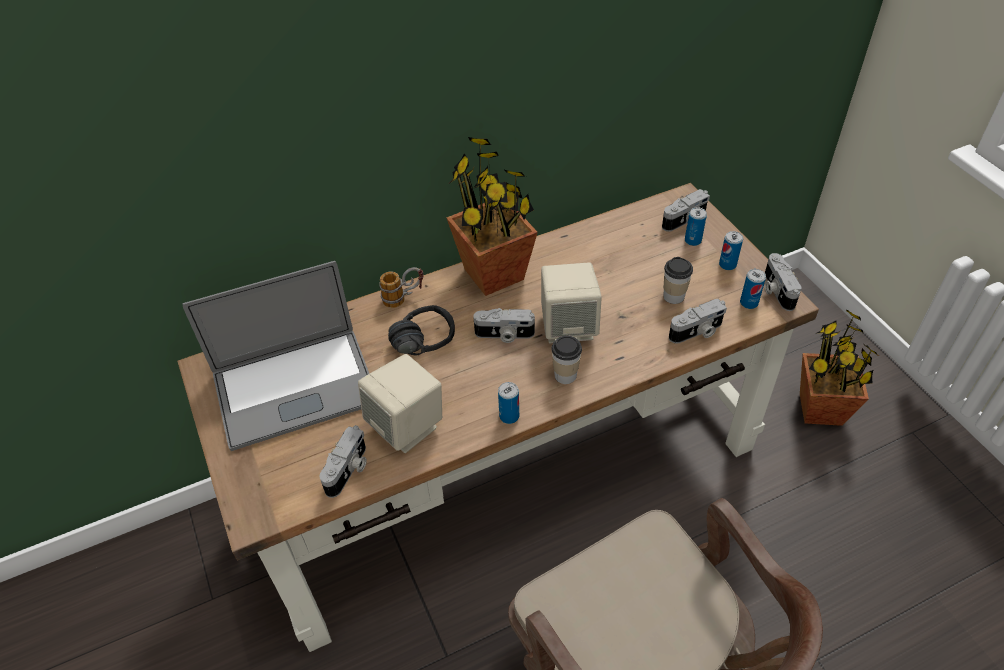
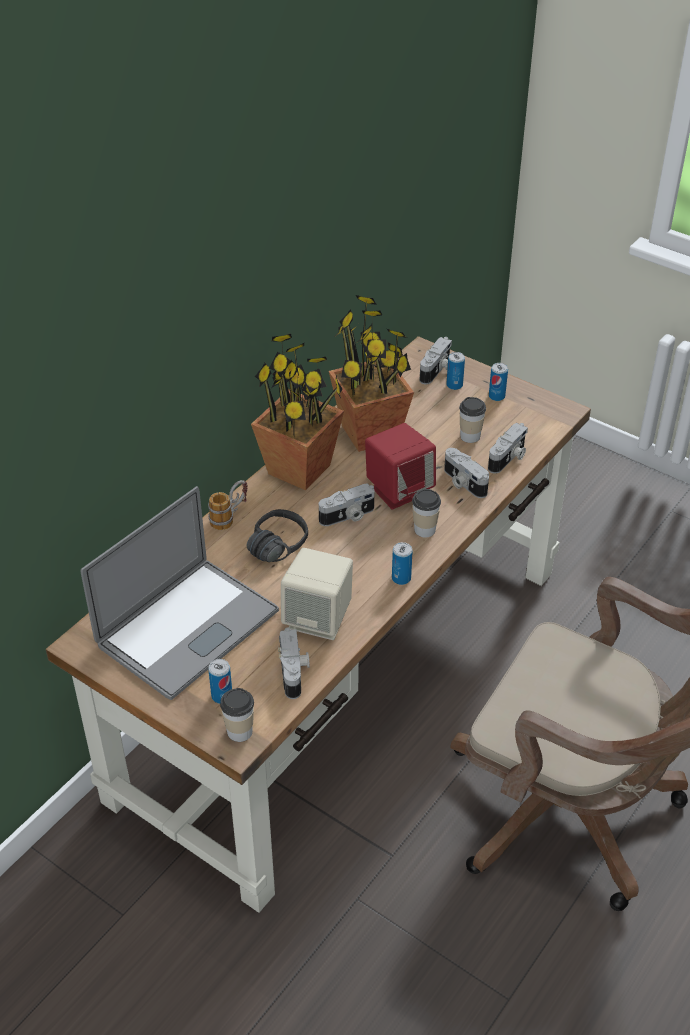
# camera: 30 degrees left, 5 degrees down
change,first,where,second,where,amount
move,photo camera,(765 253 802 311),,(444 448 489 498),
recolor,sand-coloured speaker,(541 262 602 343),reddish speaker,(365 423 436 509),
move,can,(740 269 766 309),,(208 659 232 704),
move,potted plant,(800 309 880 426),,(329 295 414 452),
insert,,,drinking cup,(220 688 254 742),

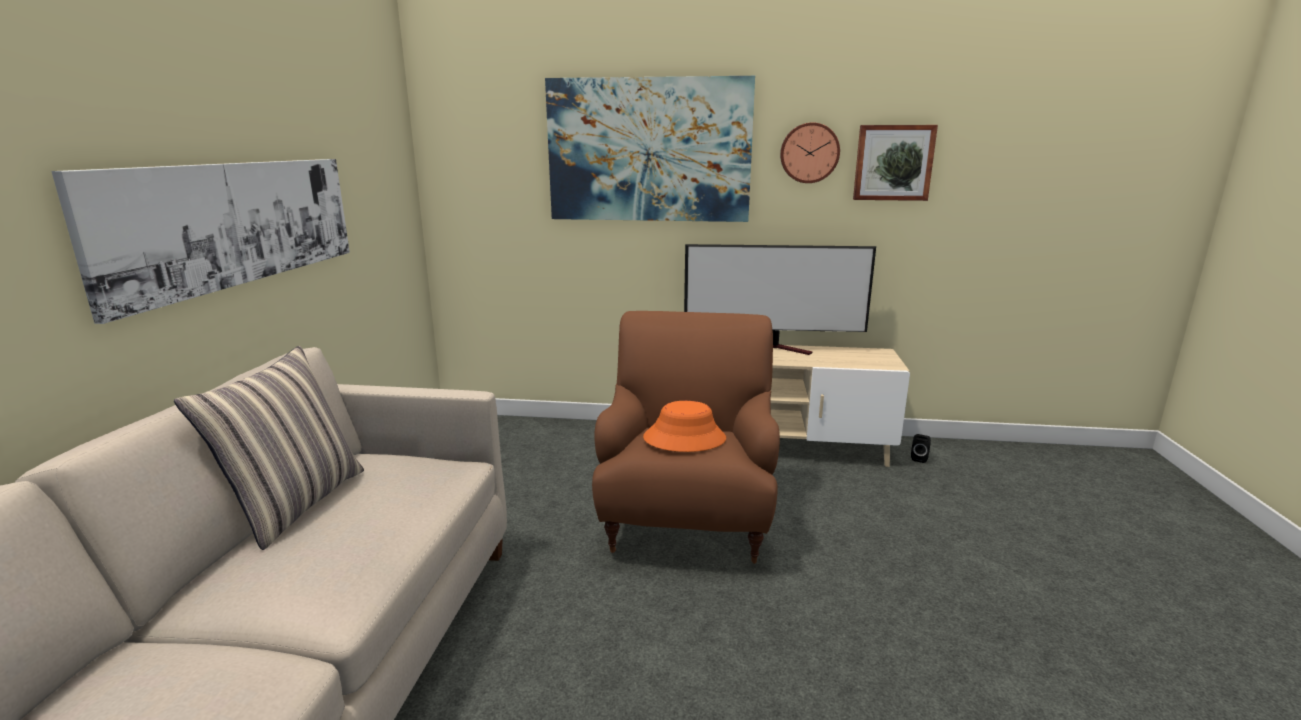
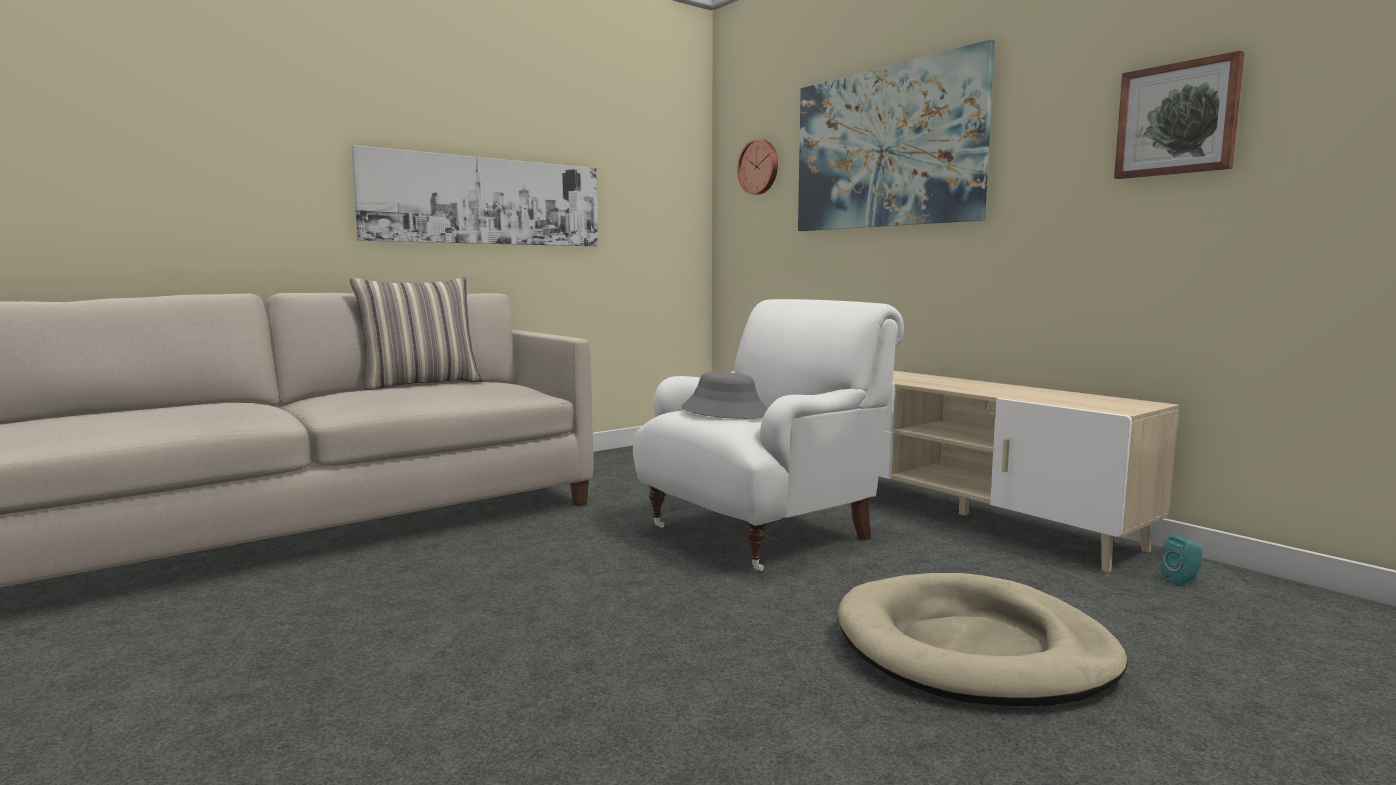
# camera: 45 degrees right, 10 degrees down
change,first,where,second,where,amount
move,clock on the wall,(780 122 840 183),,(737 139 778 195),
delete,television,(684 244 876 355),,,
recolor,brown armchair,(592 311 780 564),white-coloured armchair,(633 299 904 571),
recolor,orange-coloured clothing hat,(643 401 726 452),grey clothing hat,(682 372 767 419),
recolor,black-coloured speaker,(911 434 931 463),blue-green speaker,(1161 534 1203 585),
insert,,,sand-coloured dog cushion,(838 573 1127 706),

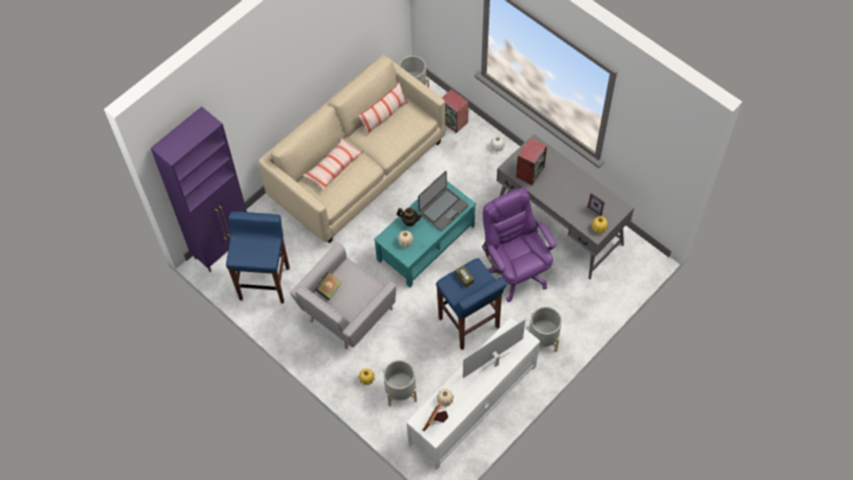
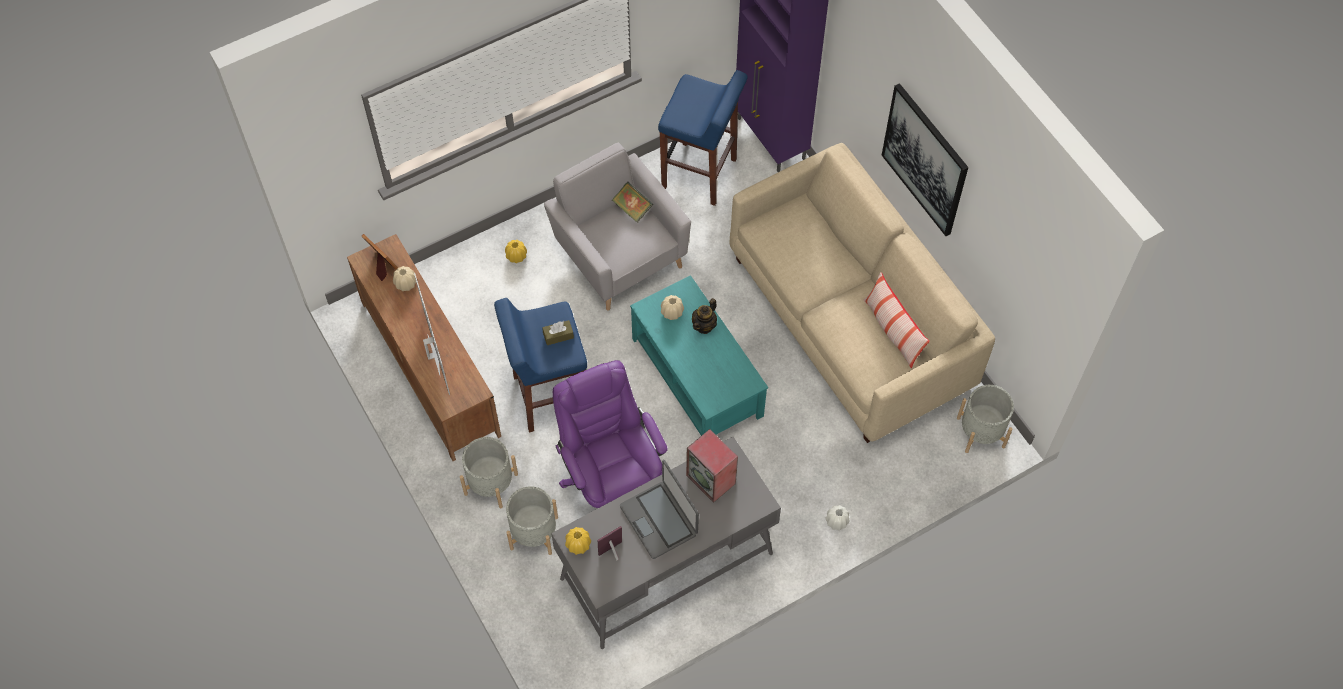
# camera: 105 degrees right, 0 degrees up
change,first,where,second,where,amount
delete,speaker,(442 89 469 133),,,
delete,pillow,(303 138 363 191),,,
move,laptop,(418 171 469 231),,(620 460 699 559),
rotate,purplish desk chair,(482 188 556 302),,(553 360 668 508),105 degrees counterclockwise
recolor,white-coloured tv unit,(406 317 540 470),brown tv unit,(347 234 501 461),
move,grey flower pot,(383 360 417 406),,(506 486 558 555),
insert,,,picture,(882 83 968 236),

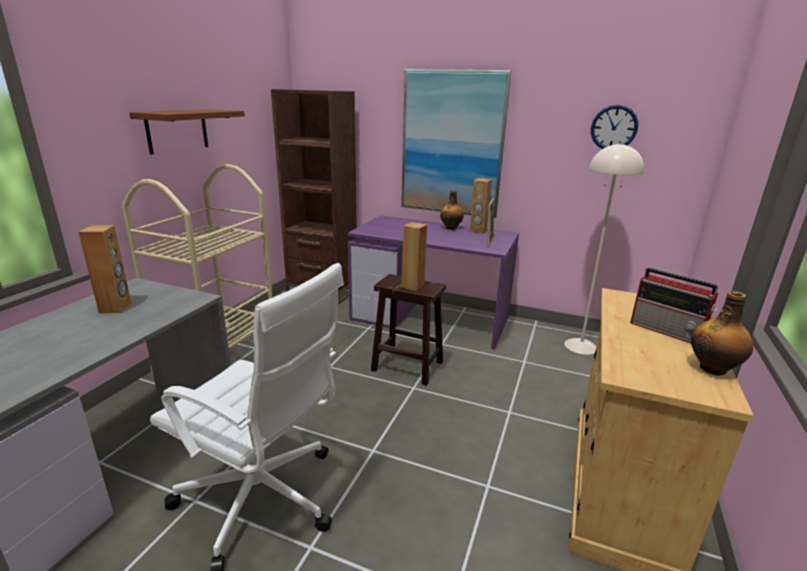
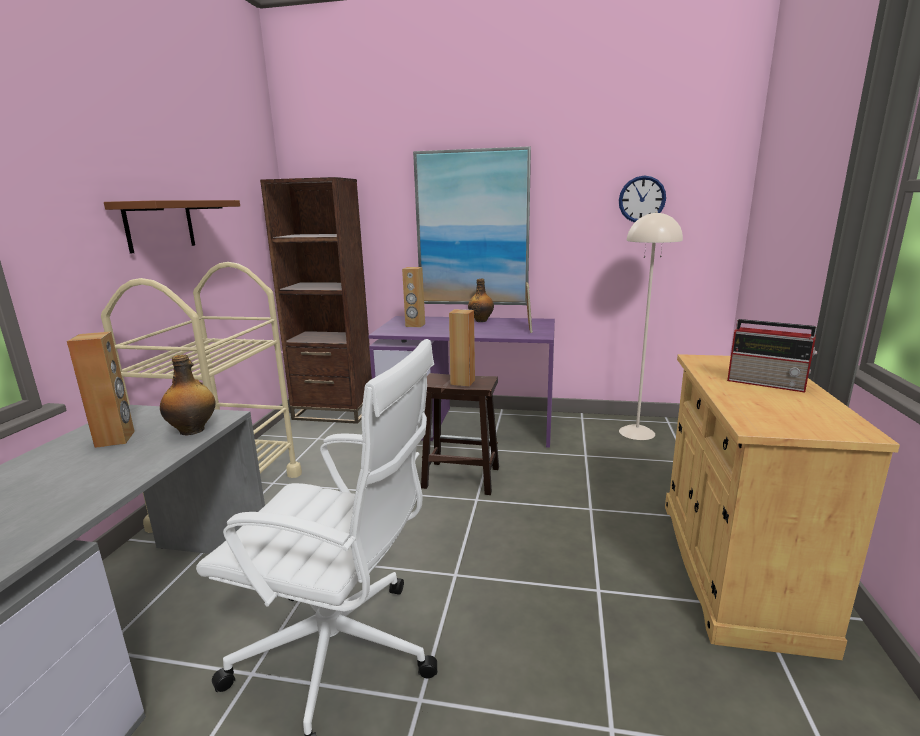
# camera: 10 degrees left, 5 degrees down
change,first,where,second,where,amount
move,brown speaker,(469 178 491 234),,(402 267 425 327),
move,beverage bottle,(691 291 753 376),,(160 354 215 435),

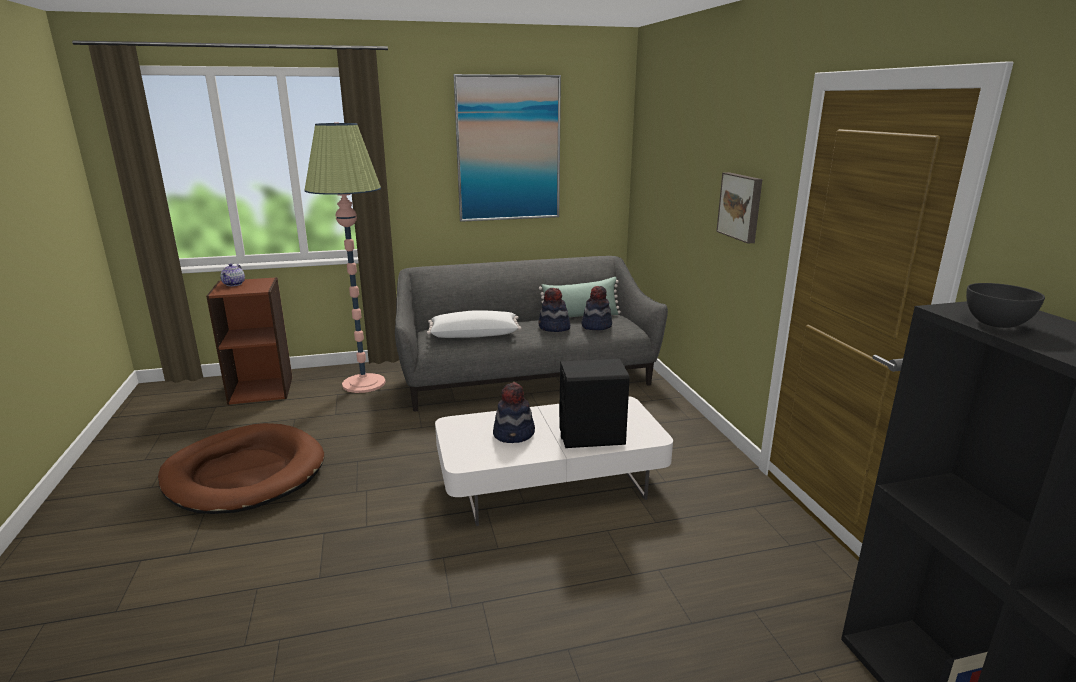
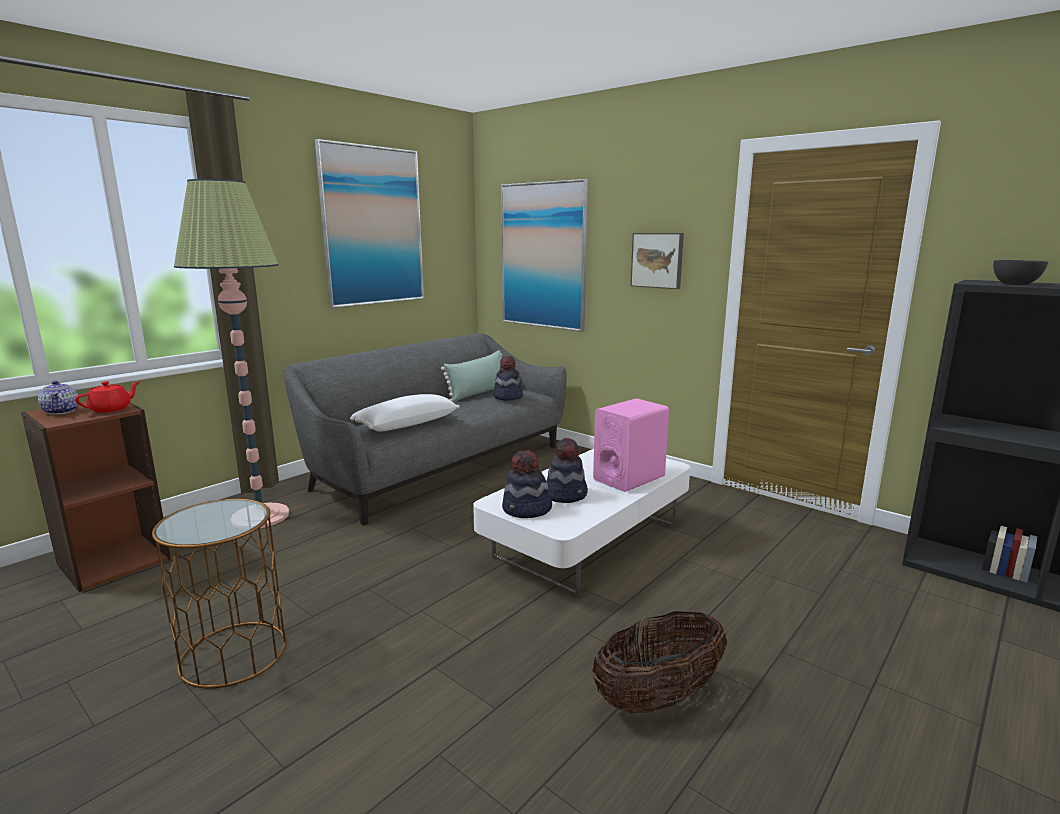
# camera: 35 degrees left, 5 degrees down
change,first,where,second,where,amount
move,clothing hat,(538 288 570 332),,(502 450 552 518),
recolor,black-coloured speaker,(559 359 630 448),pink speaker,(593 398 669 492),
replace,brown dog cushion,(158 423 324 514),brown side table,(152 499 287 689),
insert,,,picture,(501 179 588 332),
insert,,,reddish tea pot,(75 381 139 413),
insert,,,basket,(592 611 727 713),

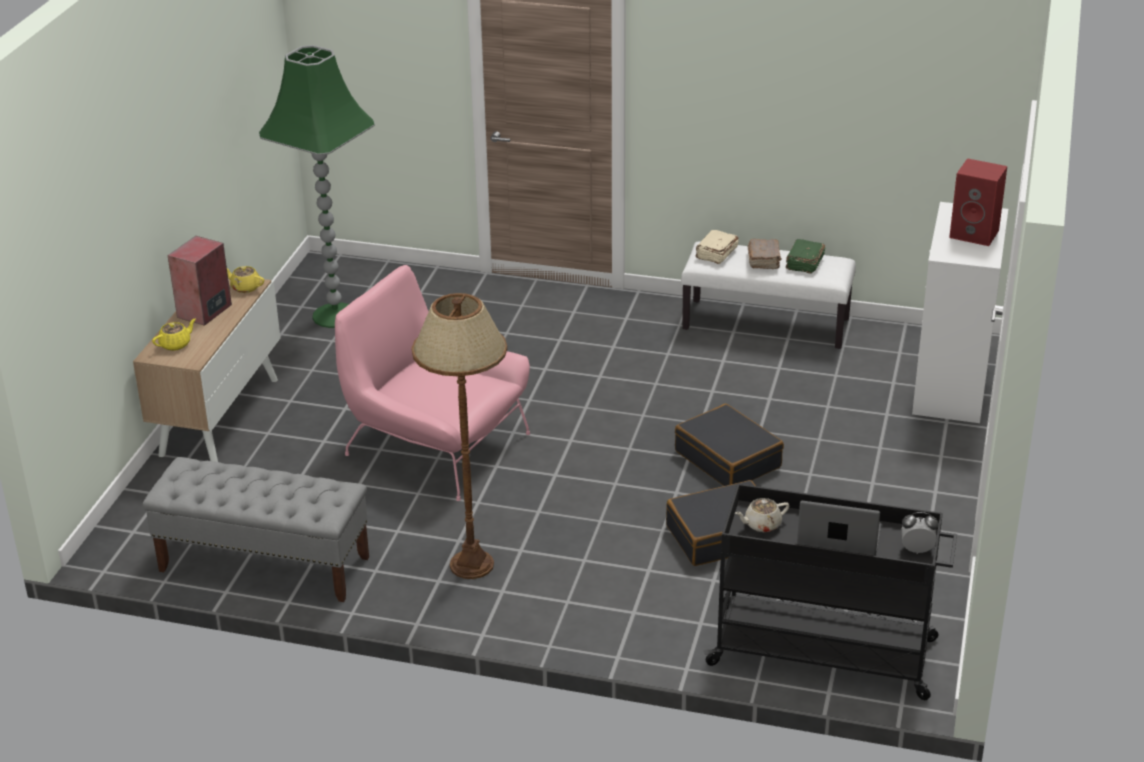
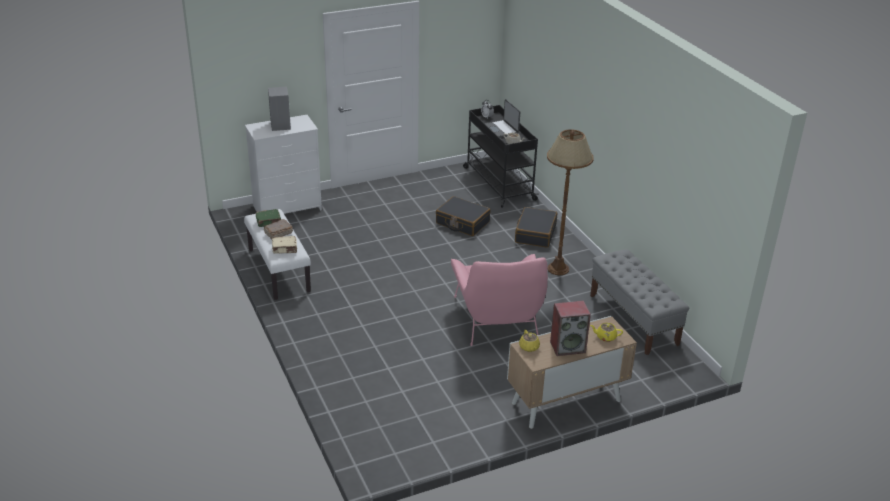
# camera: 130 degrees left, 0 degrees up
change,first,where,second,where,amount
delete,greenish standing lamp,(259 45 375 328),,,
recolor,reddish speaker,(949 158 1007 246),grey speaker,(268 87 291 131),
move,black-coloured piece of luggage,(675 404 784 486),,(515 207 557 248),

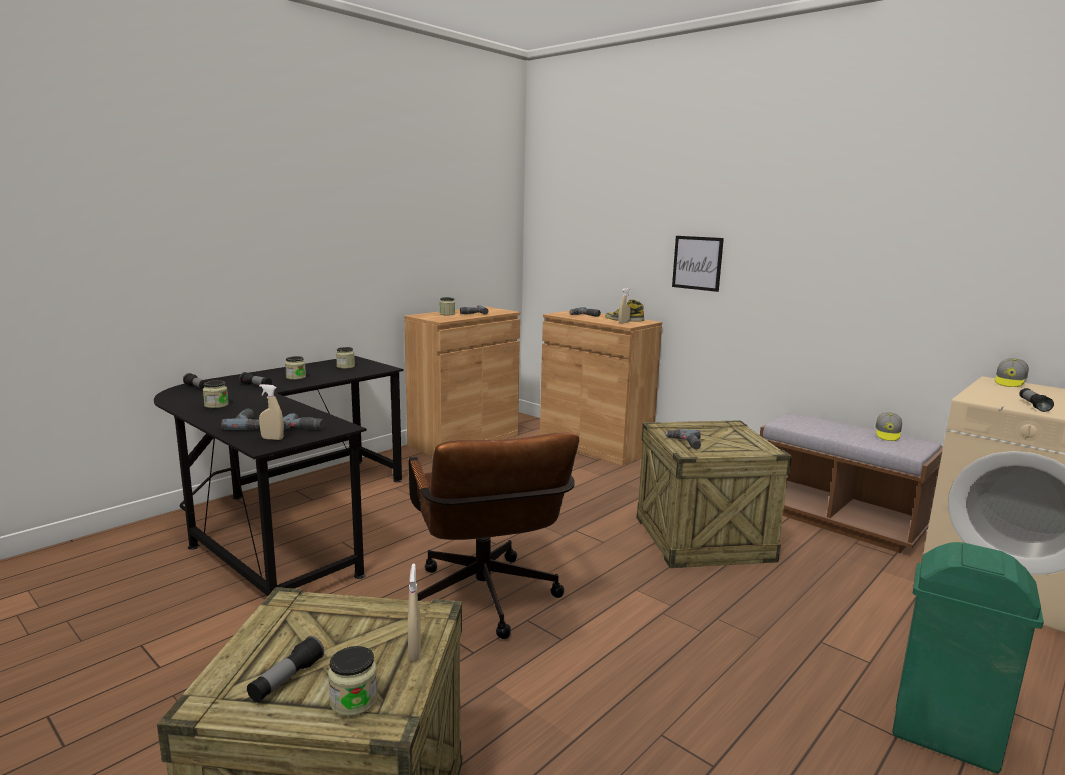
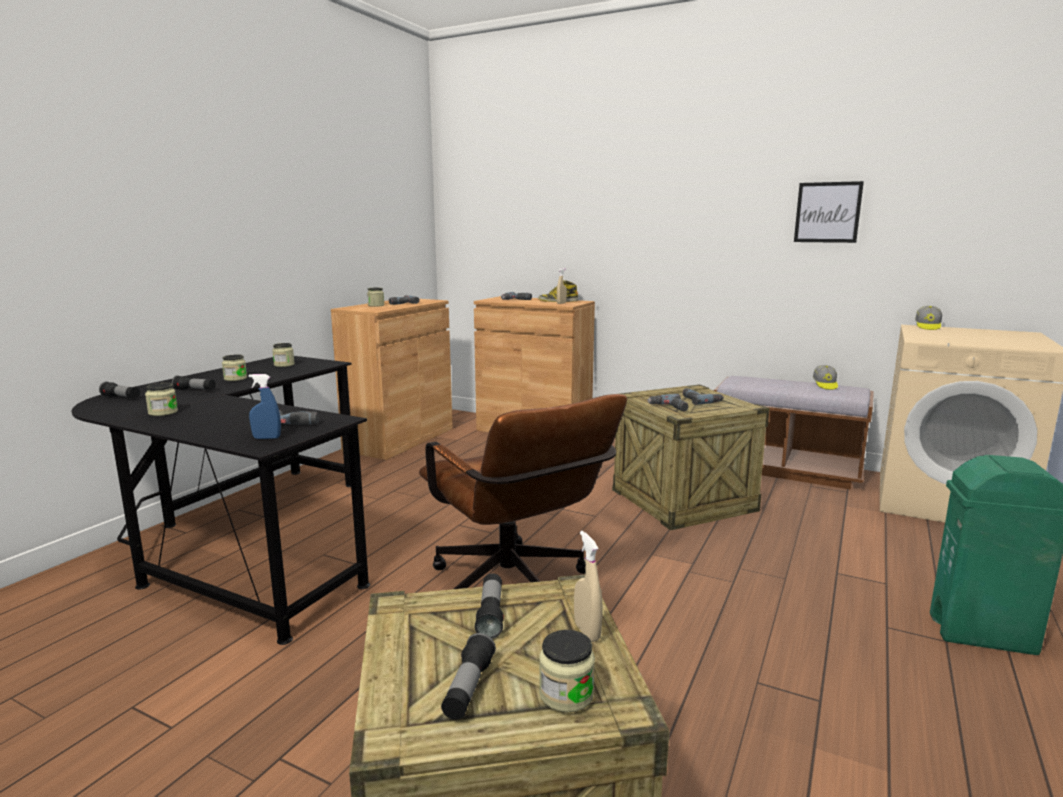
# camera: 15 degrees left, 0 degrees up
change,first,where,second,where,amount
move,picture,(672 236 724 292),,(794 181 864 243),
recolor,sand-coloured hand sprayer,(259 384 284 440),blue hand sprayer,(249 374 281 439),
move,hand torch,(1019 388 1054 412),,(475 573 504 639),
move,power drill,(221 409 260 430),,(683 388 724 405),

